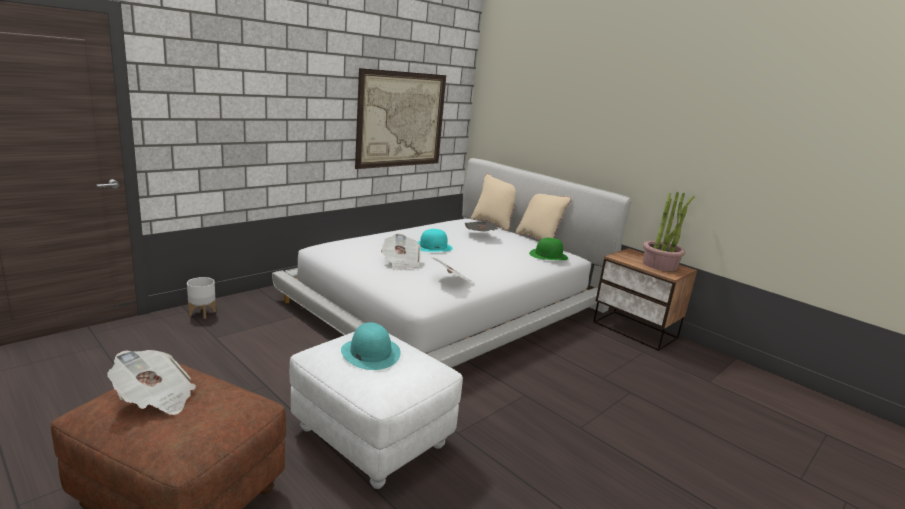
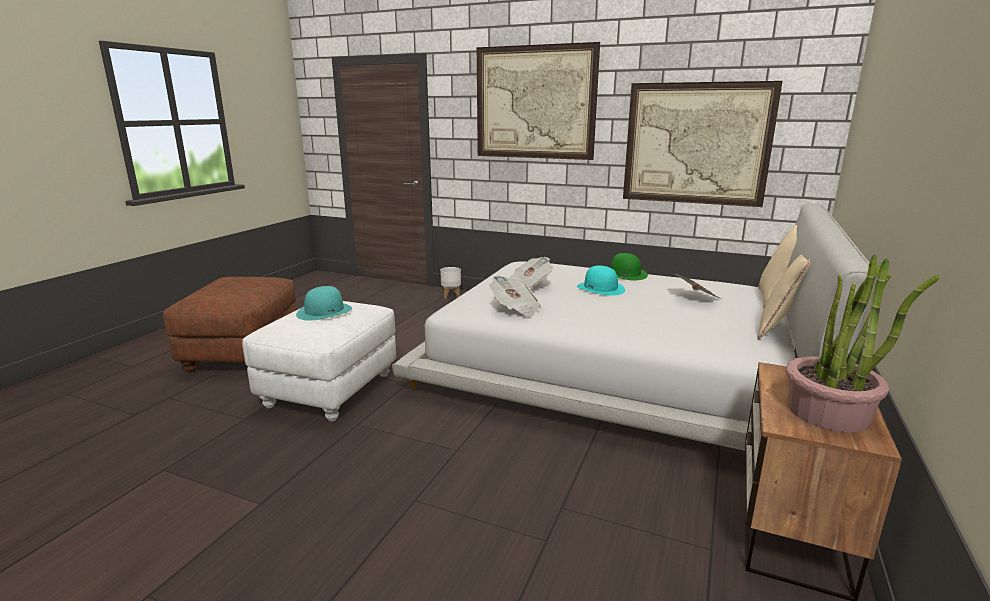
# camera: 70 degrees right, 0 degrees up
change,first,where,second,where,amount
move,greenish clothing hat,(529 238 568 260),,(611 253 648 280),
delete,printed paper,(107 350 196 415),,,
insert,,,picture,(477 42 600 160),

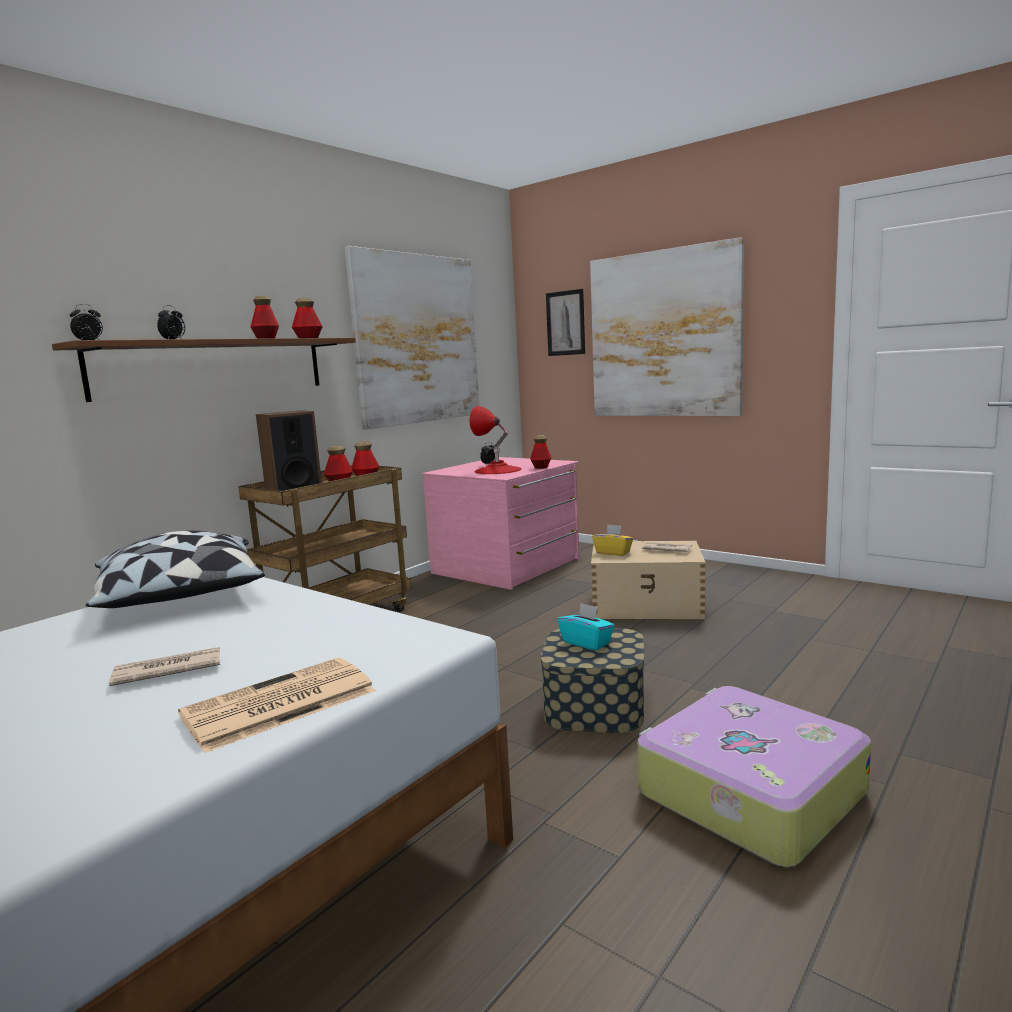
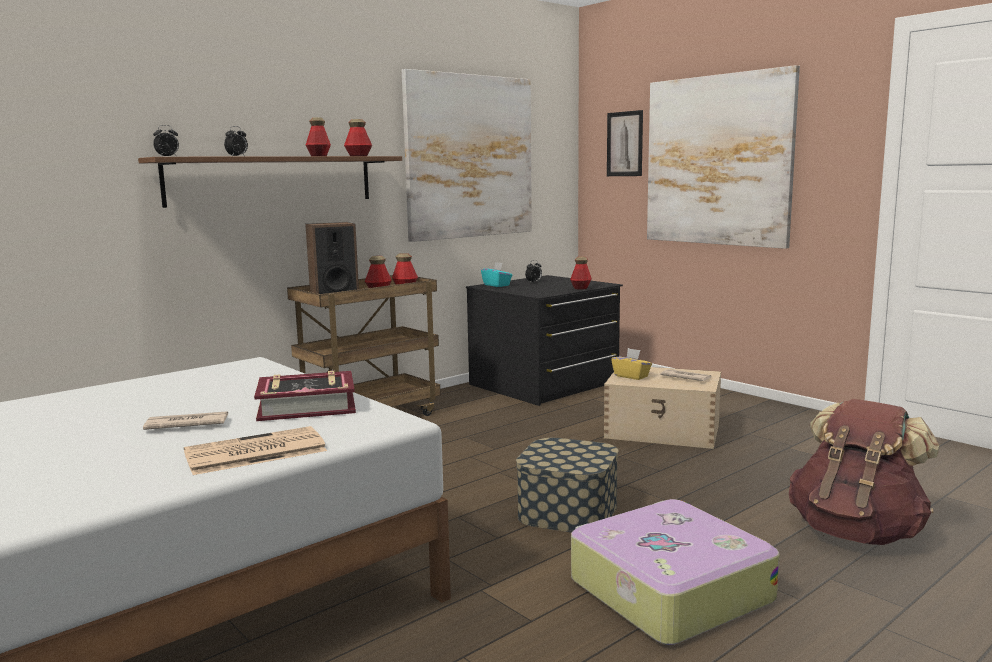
# camera: 10 degrees right, 0 degrees up
change,first,where,second,where,amount
delete,reddish lamp for a table,(470 406 522 474),,,
recolor,pink chest of drawers,(422 457 579 590),black-coloured chest of drawers,(466 275 623 406),
delete,pillow,(86 531 265 608),,,
move,blue-green tissue holder,(558 603 615 651),,(481 262 512 287),
insert,,,volume,(254 371 356 421),
insert,,,brown rucksack,(789 399 940 545),

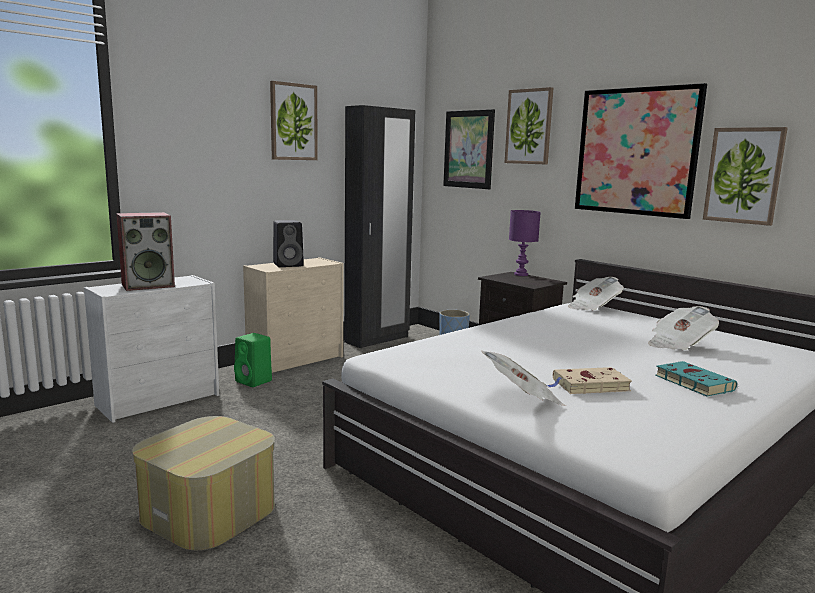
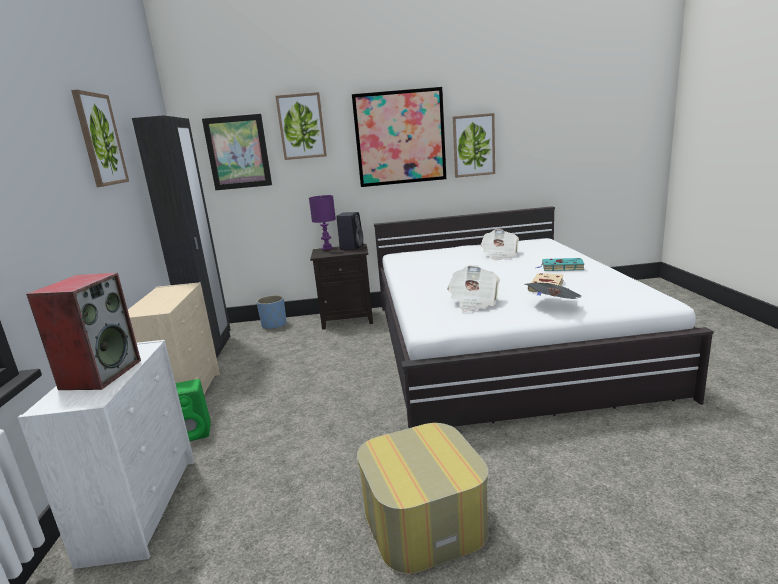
# camera: 50 degrees left, 5 degrees up
change,first,where,second,where,amount
move,black-coloured speaker,(273 220 304 267),,(336 212 363 250),
move,printed paper,(568 277 623 310),,(447 265 500 312),

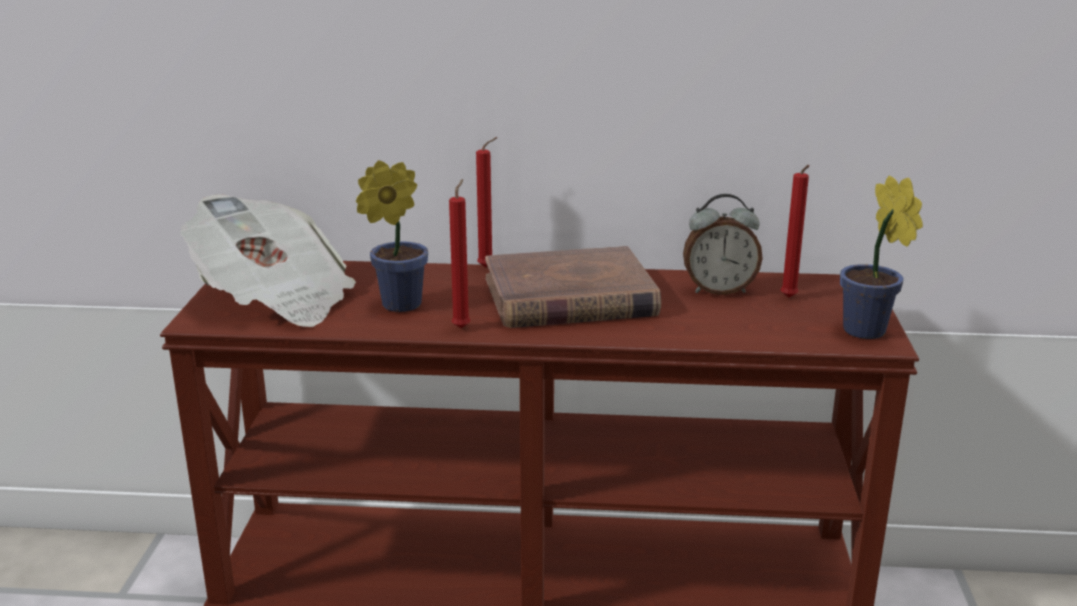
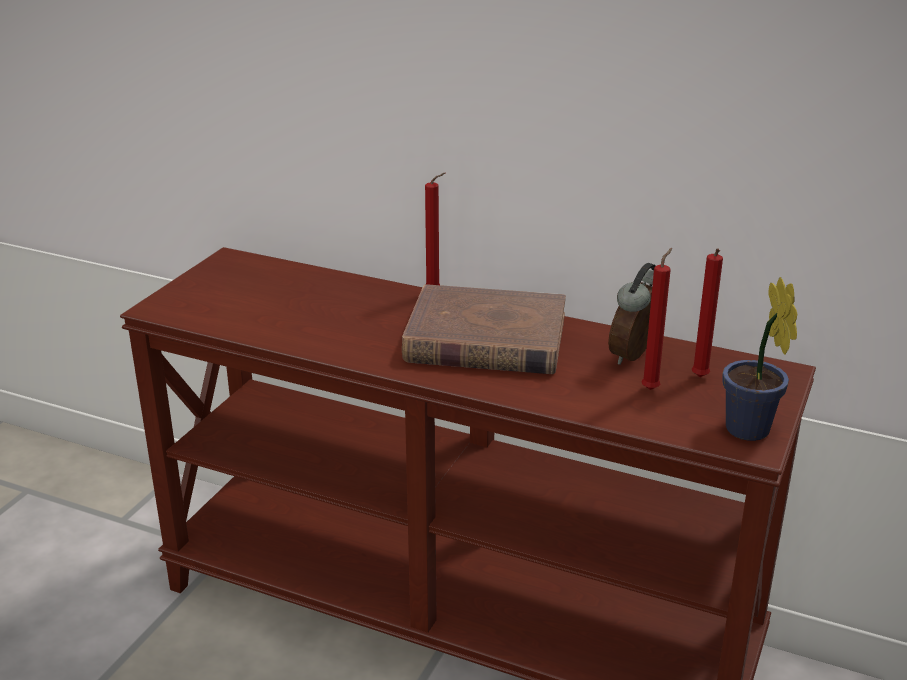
# camera: 20 degrees right, 5 degrees up
change,first,where,second,where,amount
delete,potted plant,(356 160 428 312),,,
move,reddish candle,(449 179 471 328),,(642 248 672 390),
delete,printed paper,(181 194 356 327),,,
rotate,alarm clock,(683 194 763 295),,(608 263 656 365),105 degrees clockwise

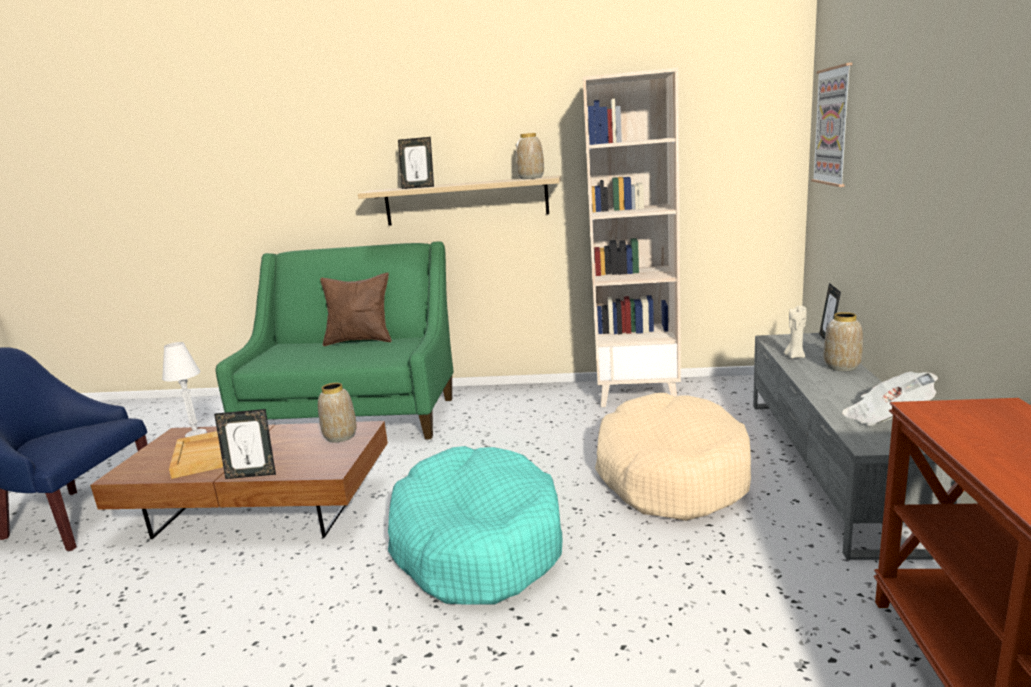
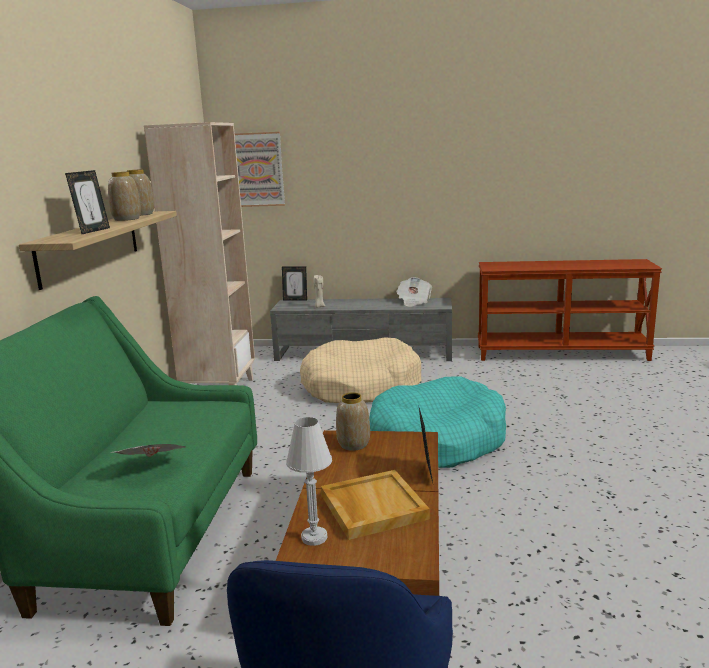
# camera: 90 degrees left, 0 degrees up
change,first,where,second,where,amount
delete,brown pillow,(320 272 391 346),,,
move,vase,(824 312 863 371),,(108 172 141 221),
insert,,,printed paper,(110 444 185 457),

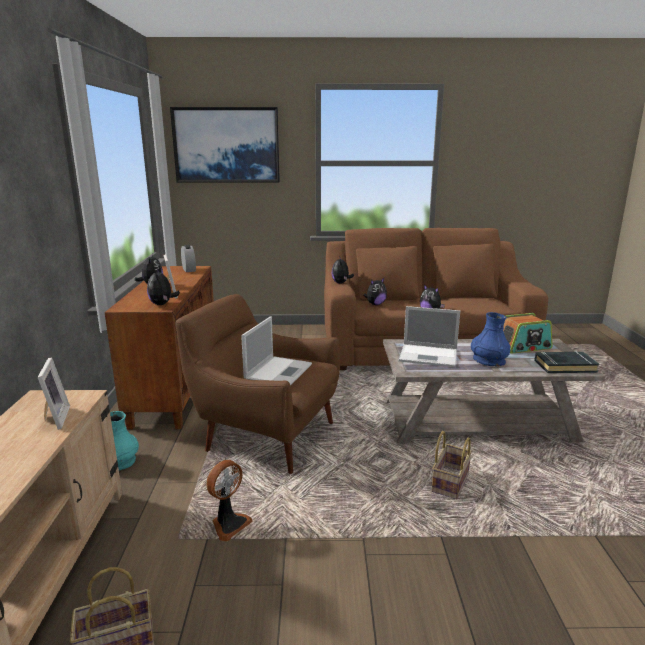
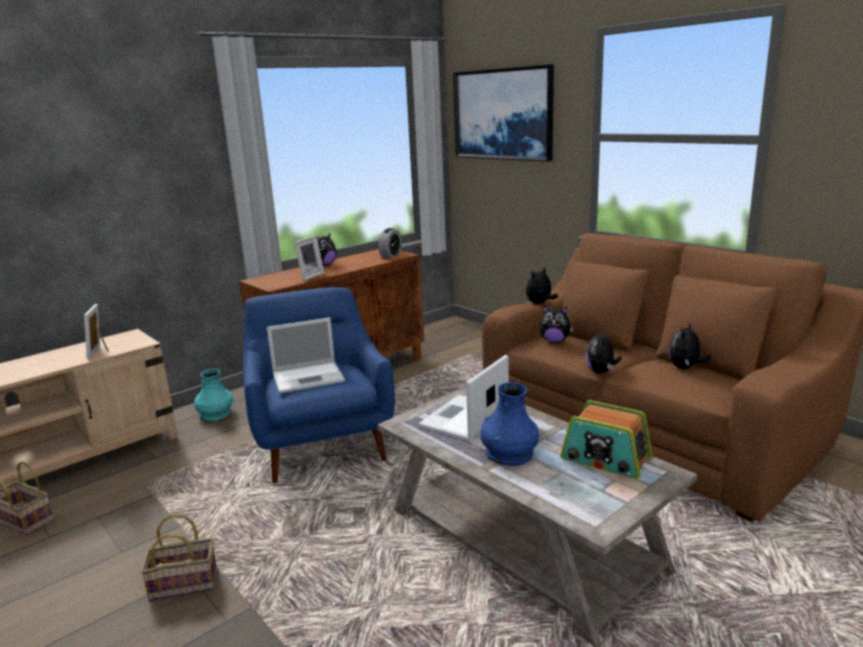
# camera: 50 degrees right, 0 degrees up
change,first,where,second,where,amount
move,soft toy,(147 268 180 305),,(669 322 711 369),
recolor,brown armchair,(175 294 340 474),blue armchair,(243 287 395 483),
rotate,laptop,(399 306 460 367),,(418 355 509 441),60 degrees clockwise
delete,black-coloured volume,(534 351 599 373),,,
rotate,photo frame,(38 358 70 430),,(84 304 109 359),135 degrees clockwise
move,basket,(431 431 472 499),,(141 514 217 601),
delete,electric fan,(206 460 253 542),,,

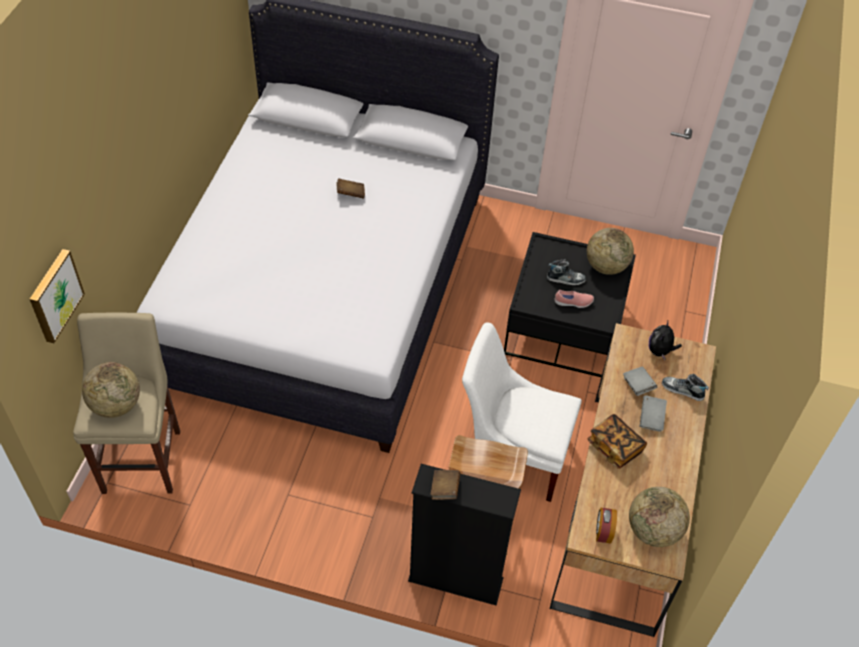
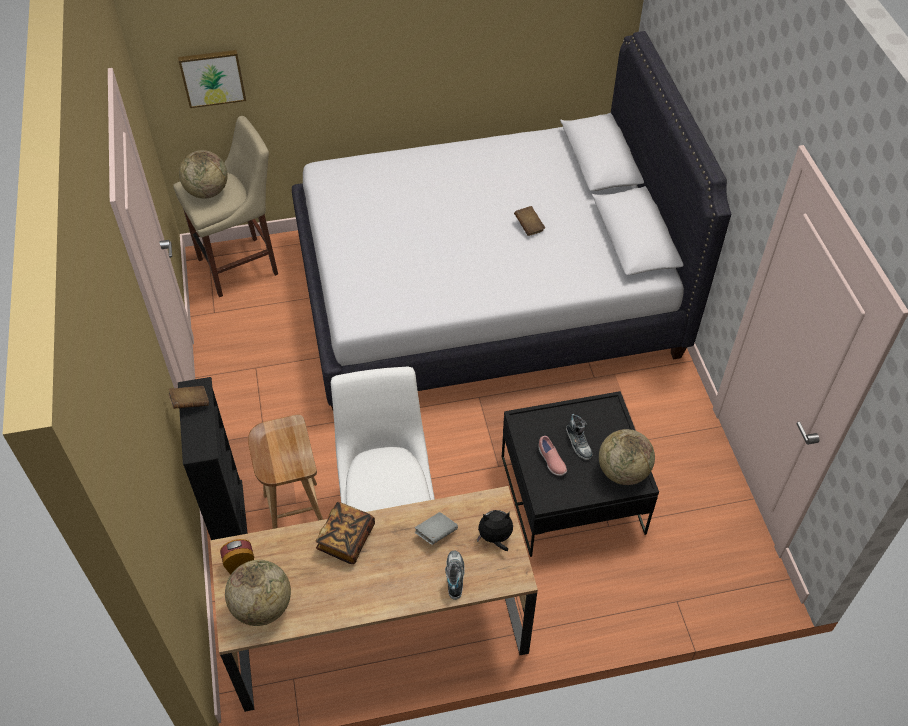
# camera: 65 degrees right, 0 degrees up
change,first,where,second,where,amount
delete,grey volume,(640 396 667 432),,,

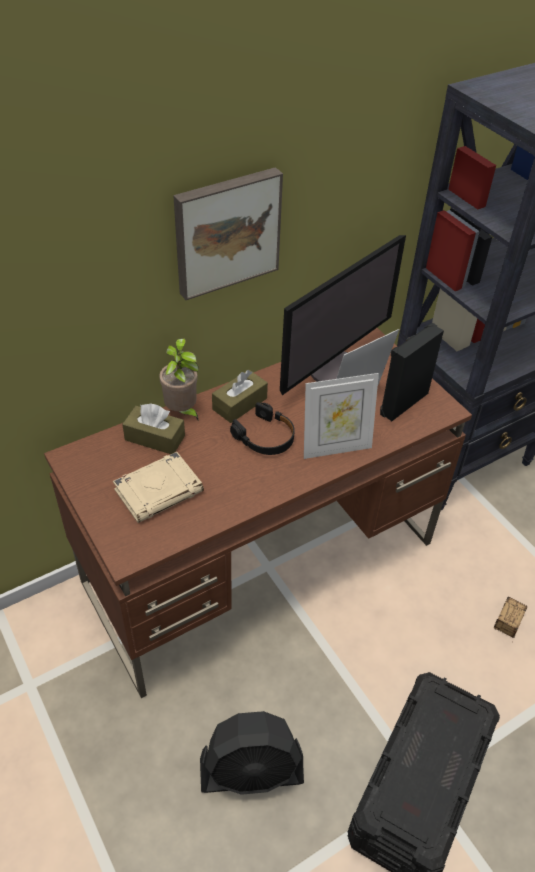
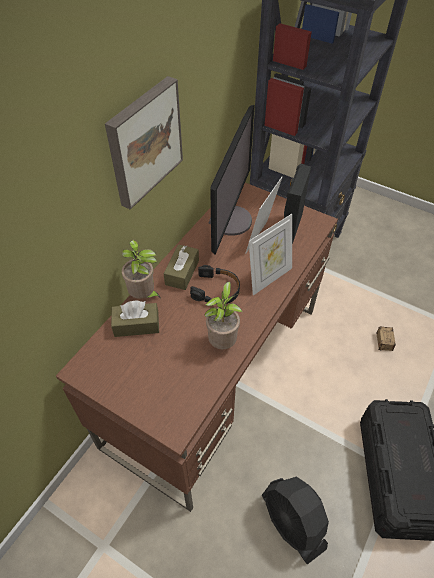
# camera: 25 degrees left, 5 degrees up
change,first,where,second,where,amount
delete,sand-coloured volume,(113 452 204 523),,,
rotate,black-coloured electric fan,(200 711 304 795),,(262 477 329 564),90 degrees clockwise
insert,,,potted plant,(204 282 242 349),

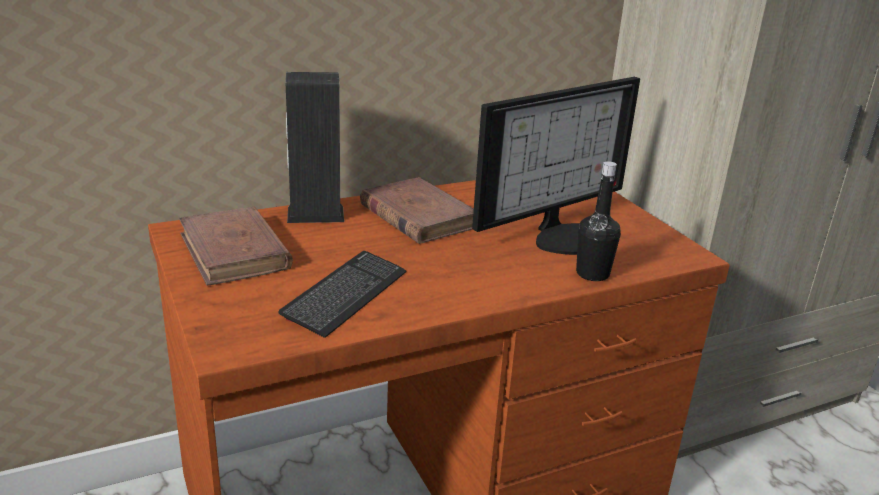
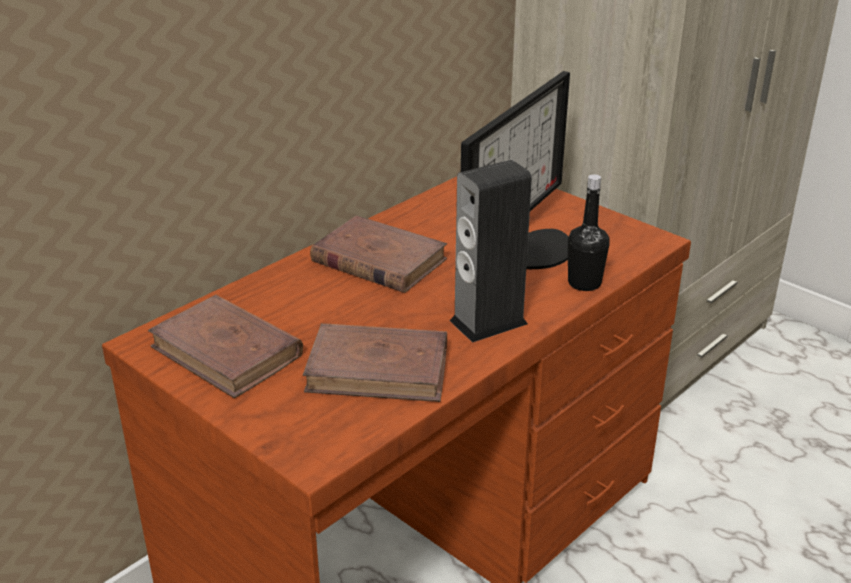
# camera: 20 degrees left, 5 degrees up
change,first,where,second,where,amount
move,speaker,(286 72 344 223),,(450 160 532 343),
replace,computer keyboard,(278 251 406 338),brown volume,(303 323 447 402),

